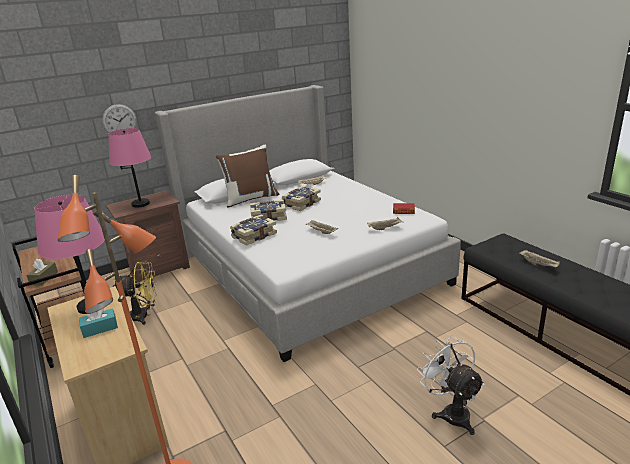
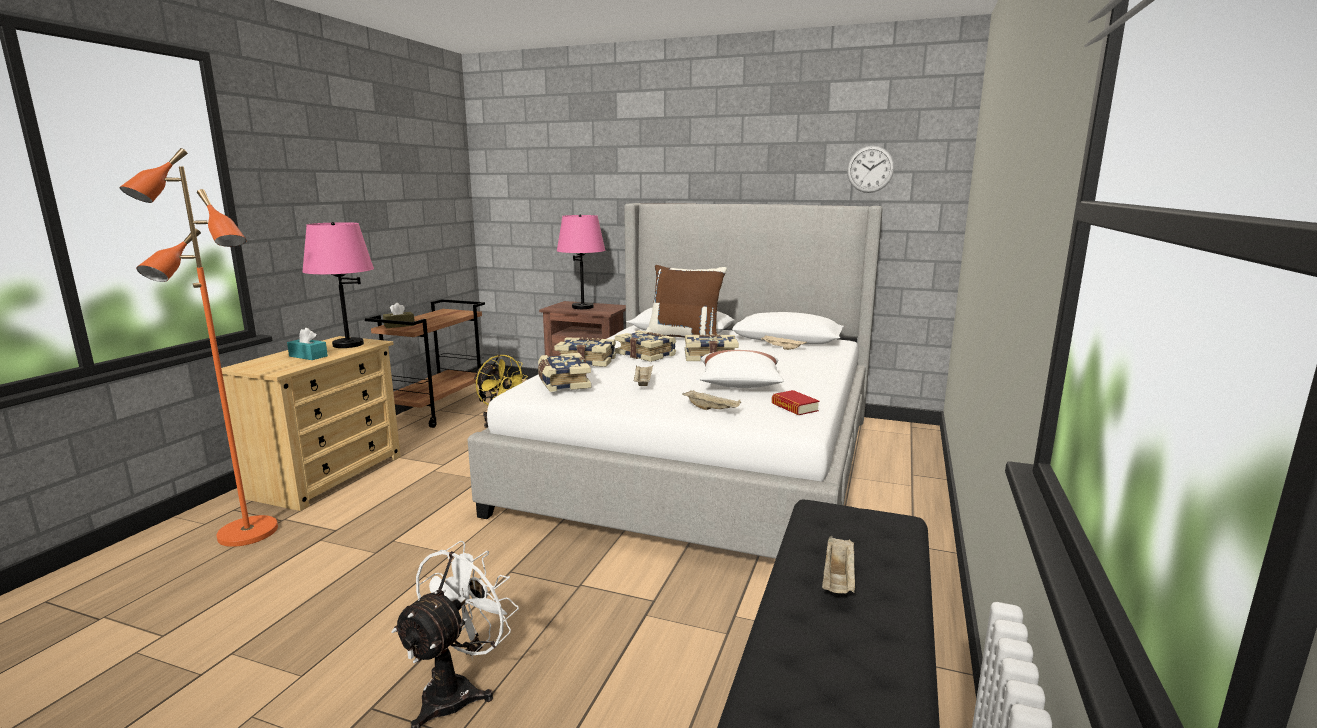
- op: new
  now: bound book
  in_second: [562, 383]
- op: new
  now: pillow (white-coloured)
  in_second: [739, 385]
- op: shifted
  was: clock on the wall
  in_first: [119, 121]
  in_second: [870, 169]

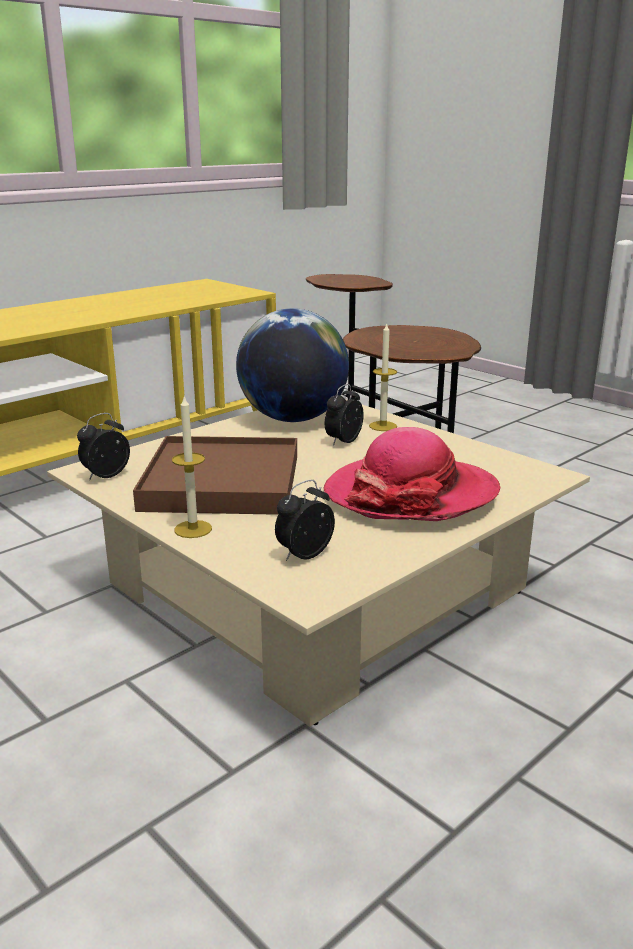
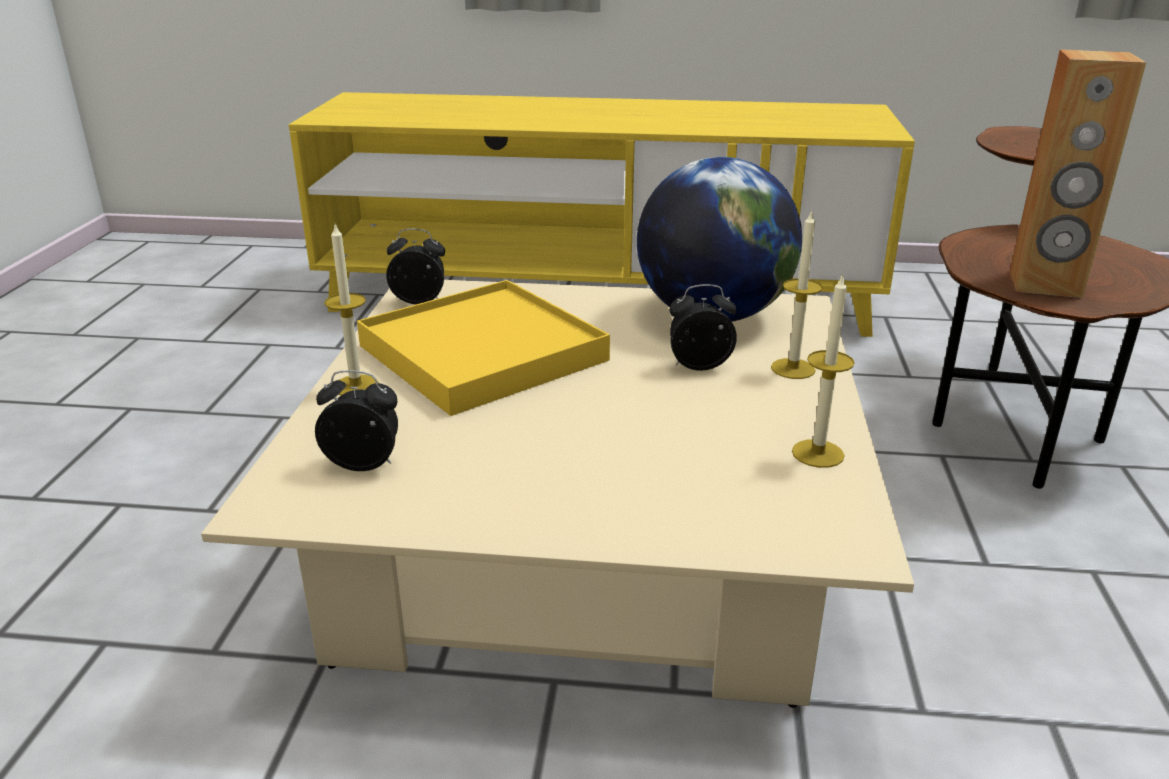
- op: repainted
  was: tray (brown-coloured)
  now: tray (yellowish)
  in_first: [222, 482]
  in_second: [483, 353]
- op: new
  now: wax light
  in_second: [818, 453]
- op: new
  now: speaker (brown-coloured)
  in_second: [1045, 284]
- op: gone
  was: hat
  in_first: [411, 494]

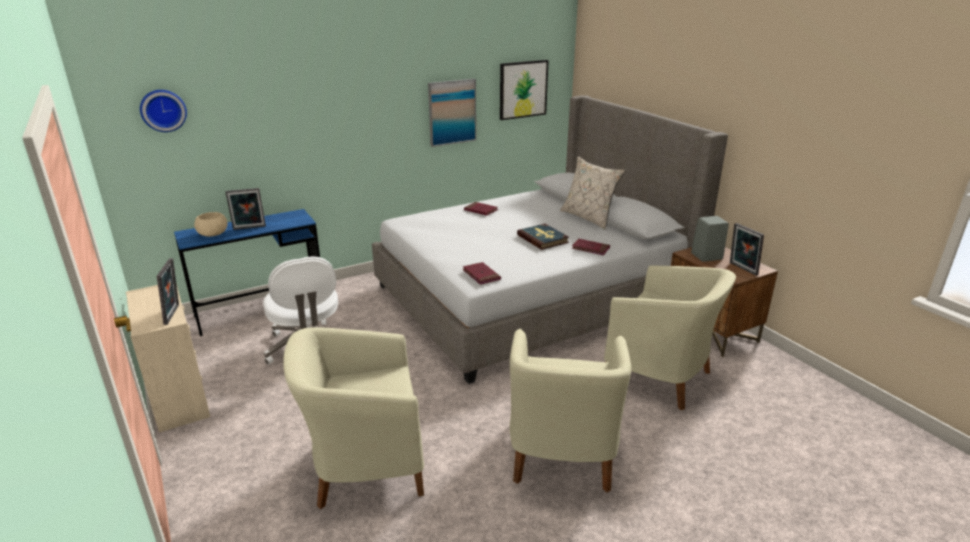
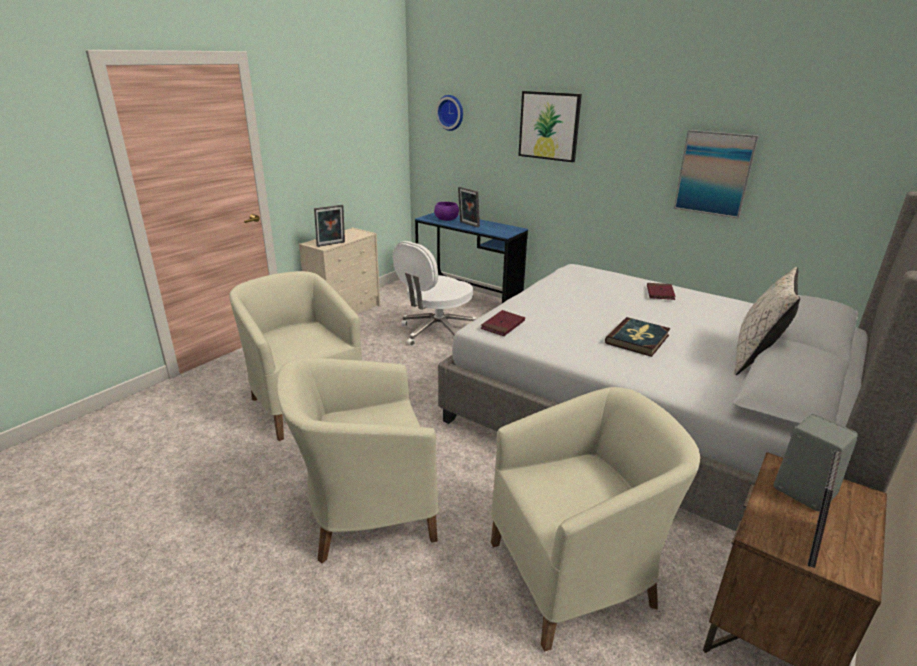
- op: repainted
  was: bowl (beige-coloured)
  now: bowl (purple-coloured)
  in_first: [213, 233]
  in_second: [446, 219]
- op: rotated
  was: easy chair (beige-coloured)
  in_first: [660, 377]
  in_second: [576, 575]
  clockwise: -120
- op: shifted
  was: wall picture
  in_first: [523, 89]
  in_second: [549, 126]
- op: gone
  was: bound book (red)
  in_first: [590, 248]

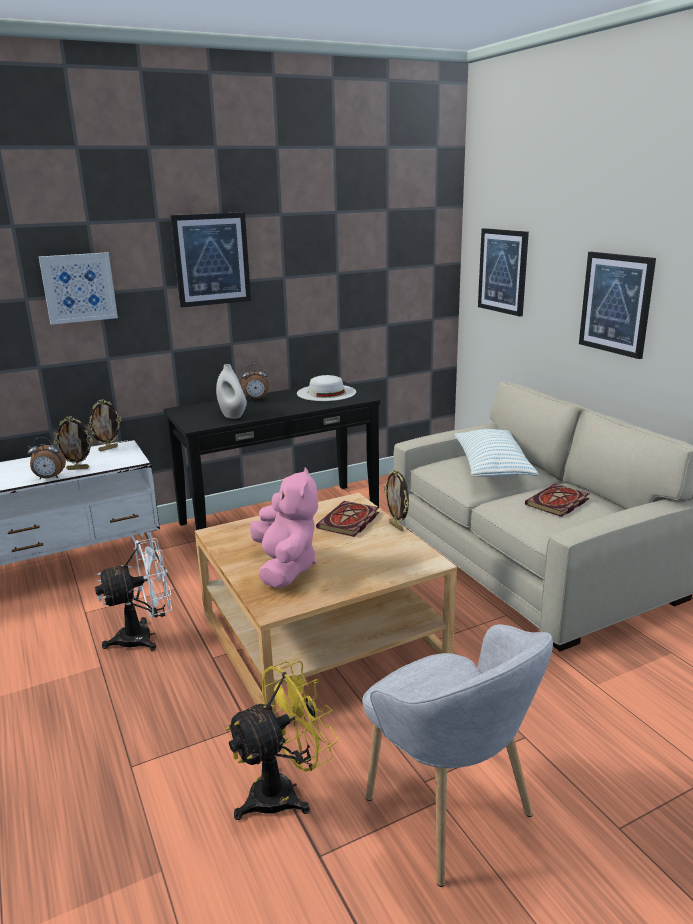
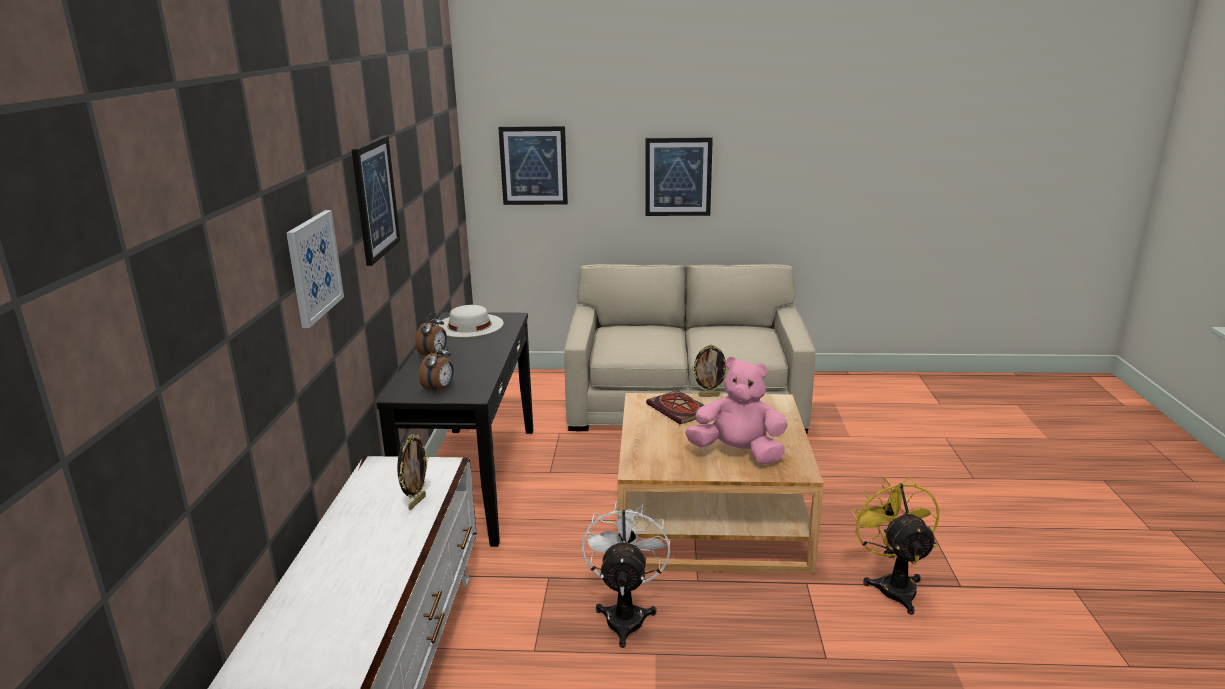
- op: shifted
  was: table clock
  in_first: [49, 478]
  in_second: [439, 389]
- op: gone
  was: photo frame
  in_first: [108, 448]
- op: gone
  was: flower vase (white-coloured)
  in_first: [233, 415]
- op: gone
  was: easy chair (gray)
  in_first: [449, 813]
- op: gone
  was: pillow
  in_first: [492, 468]
- op: gone
  was: bound book
  in_first: [557, 503]

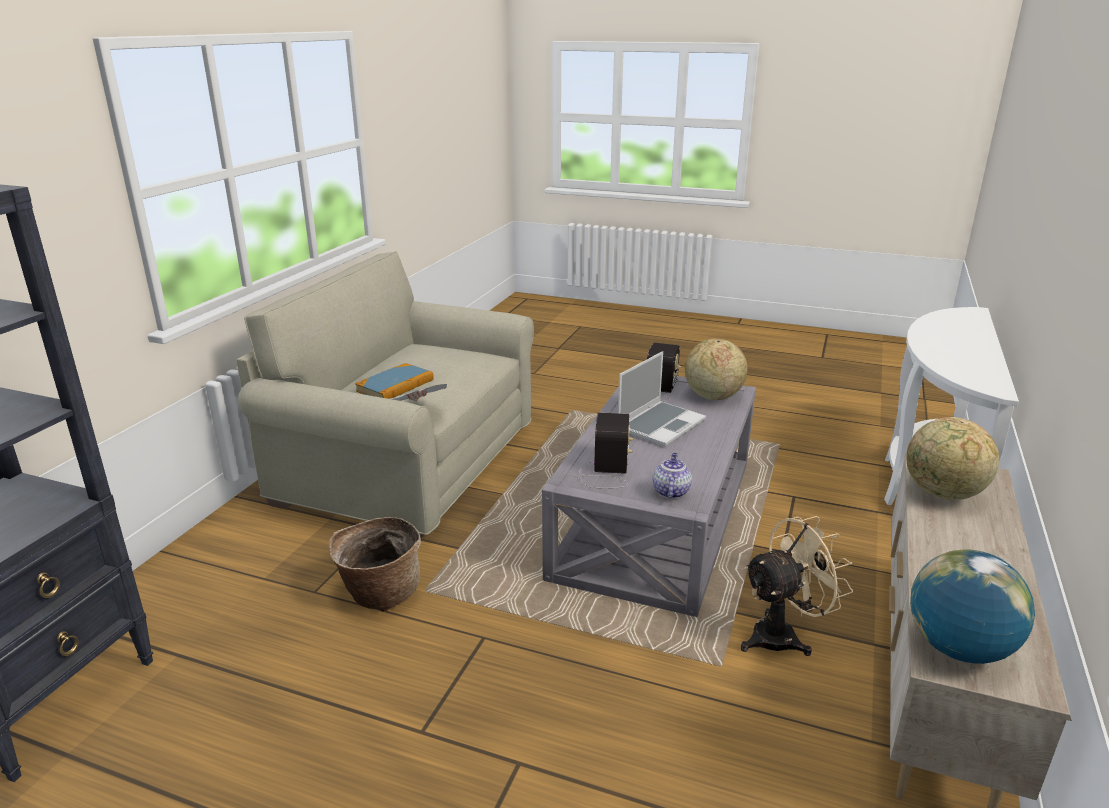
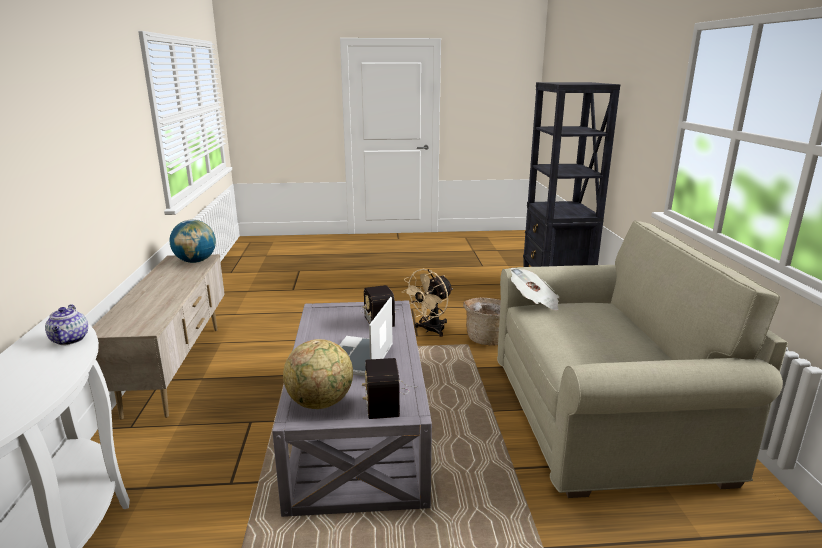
- op: shifted
  was: teapot
  in_first: [670, 491]
  in_second: [70, 340]
- op: shifted
  was: electric fan (beige-coloured)
  in_first: [783, 635]
  in_second: [430, 330]
- op: gone
  was: bound book
  in_first: [395, 385]
- op: gone
  was: globe
  in_first: [943, 494]

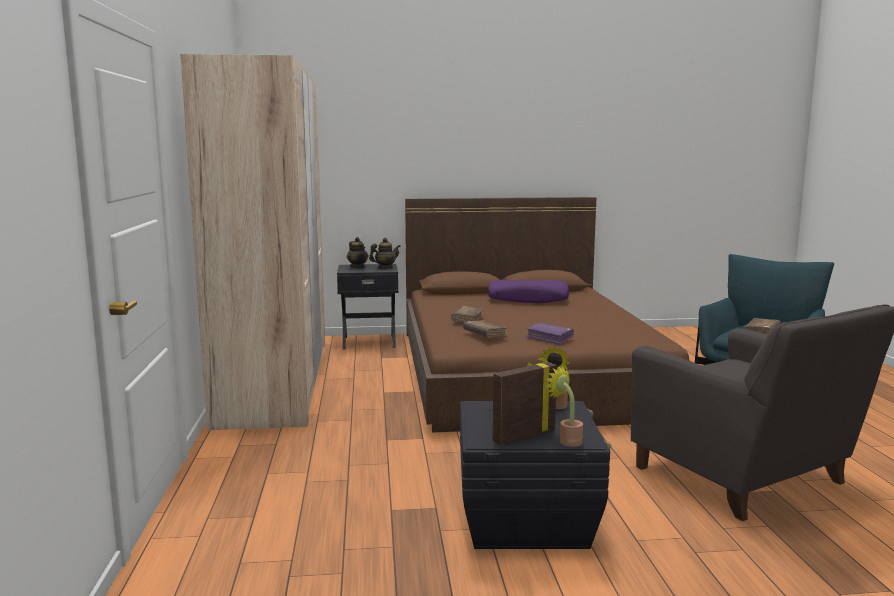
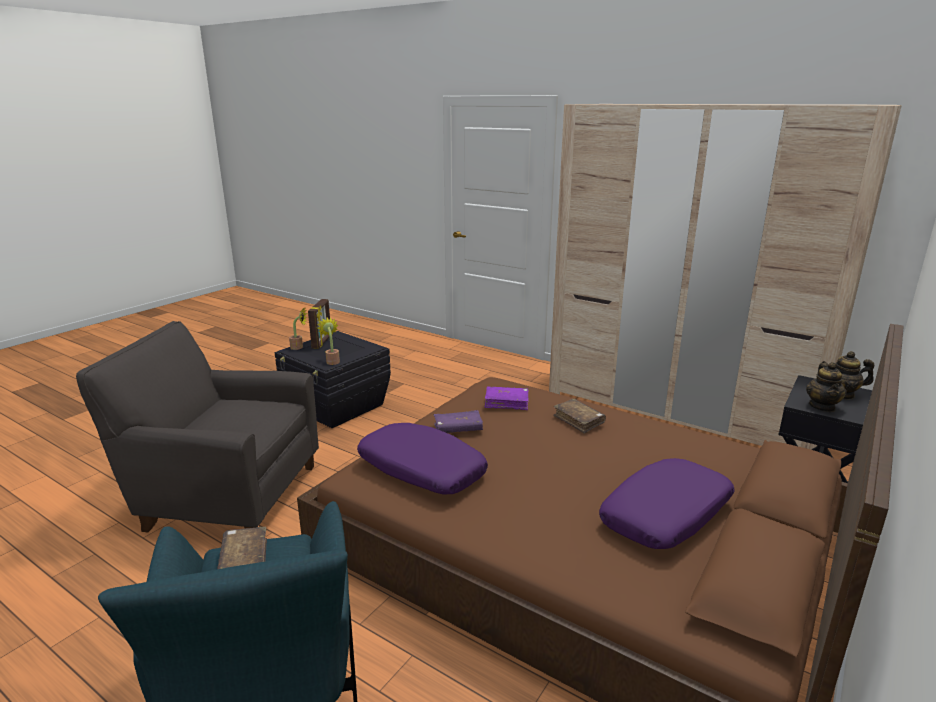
- op: new
  now: pillow (purple-coloured)
  in_second: [420, 470]
- op: repainted
  was: bound book (brown-coloured)
  now: bound book (purple-coloured)
  in_first: [485, 335]
  in_second: [506, 403]

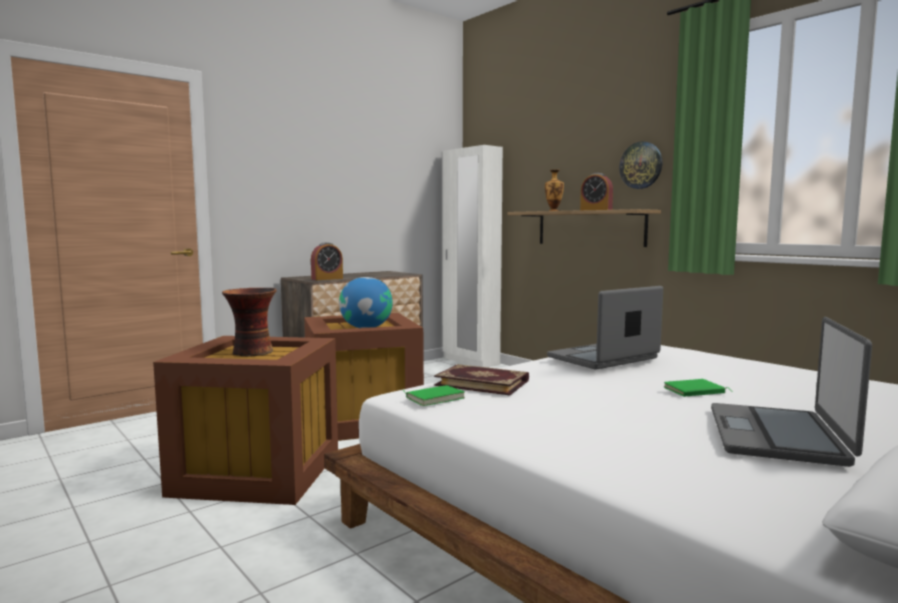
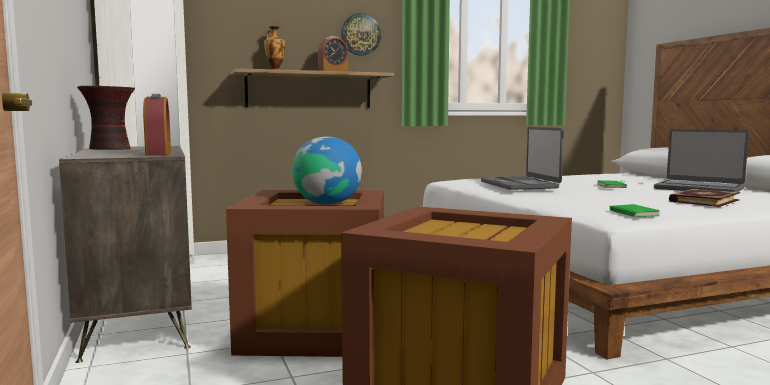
- op: shifted
  was: flower vase
  in_first: [251, 352]
  in_second: [110, 149]
- op: shifted
  was: bound book
  in_first: [482, 383]
  in_second: [703, 201]

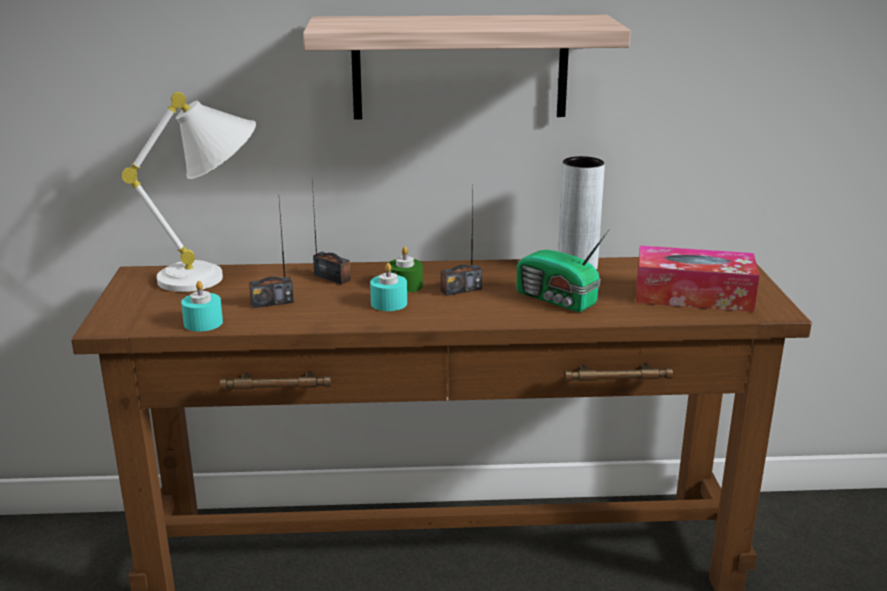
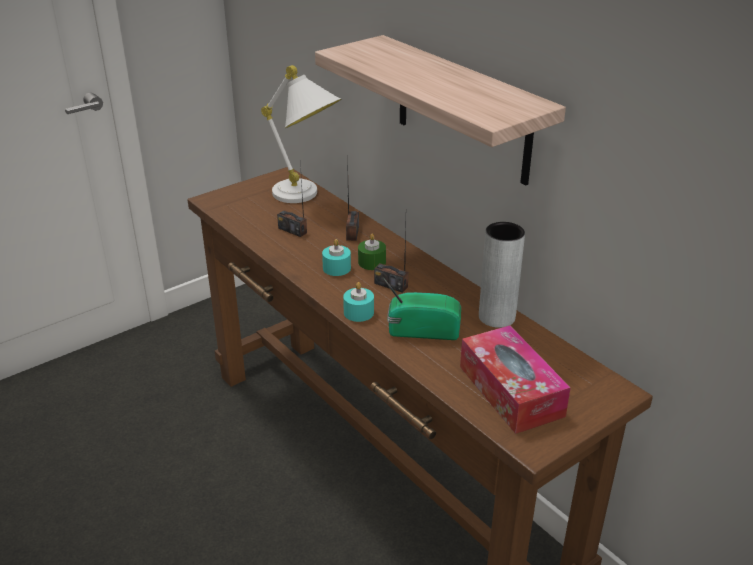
- op: shifted
  was: wax light (turquoise)
  in_first: [203, 323]
  in_second: [358, 312]
- op: rotated
  was: radio receiver
  in_first: [557, 300]
  in_second: [421, 330]
  clockwise: 90

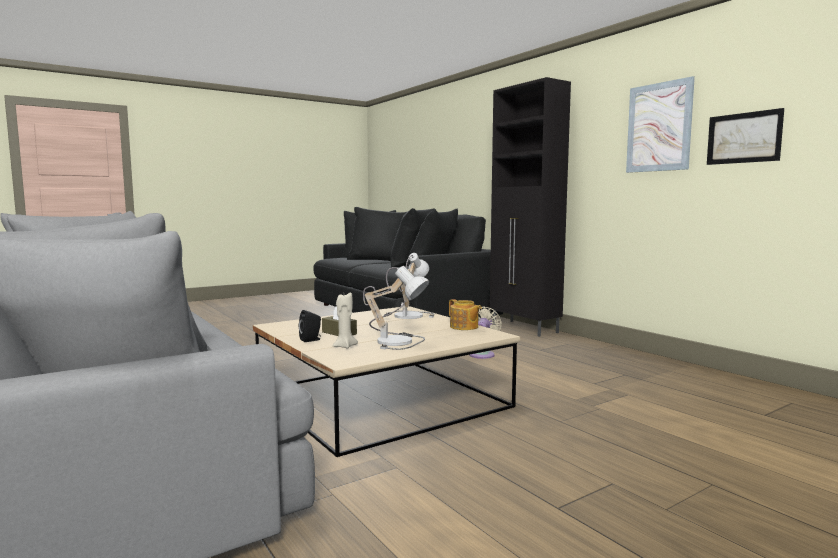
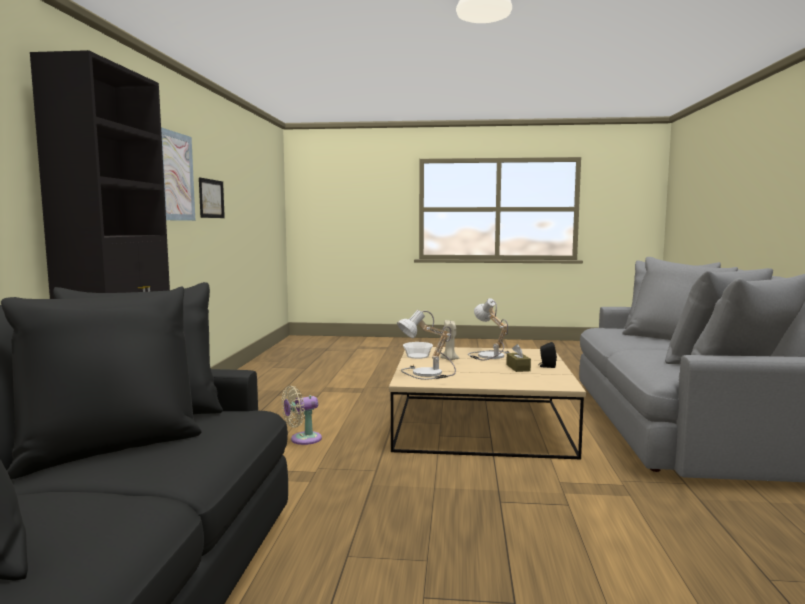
- op: swapped
  was: teapot
  now: bowl
  in_first: [464, 327]
  in_second: [418, 356]
- op: shifted
  was: wax light (beige-coloured)
  in_first: [344, 346]
  in_second: [449, 359]

